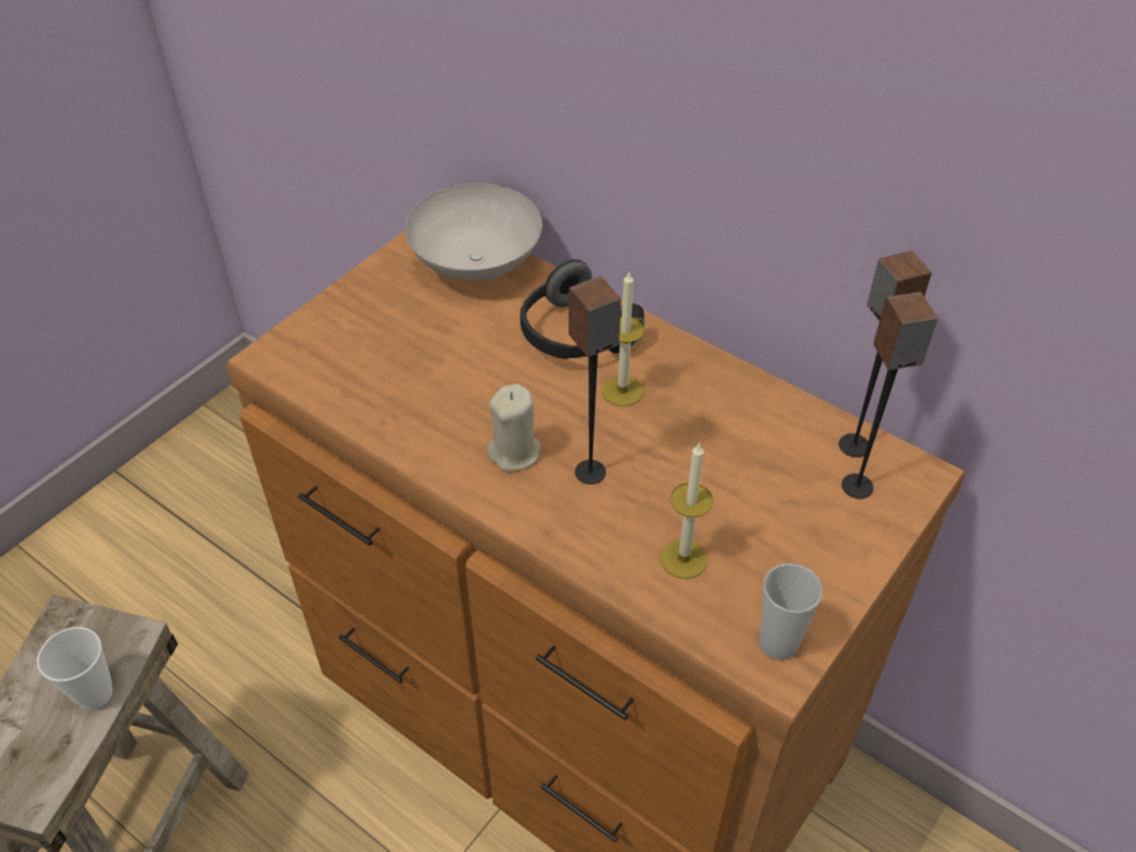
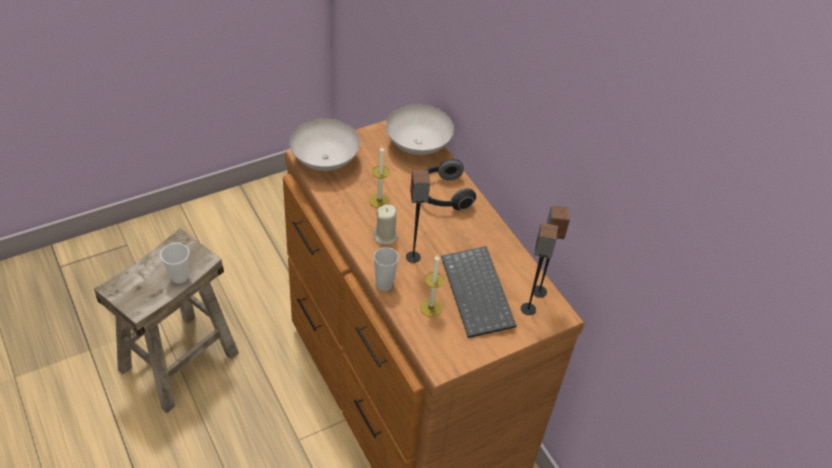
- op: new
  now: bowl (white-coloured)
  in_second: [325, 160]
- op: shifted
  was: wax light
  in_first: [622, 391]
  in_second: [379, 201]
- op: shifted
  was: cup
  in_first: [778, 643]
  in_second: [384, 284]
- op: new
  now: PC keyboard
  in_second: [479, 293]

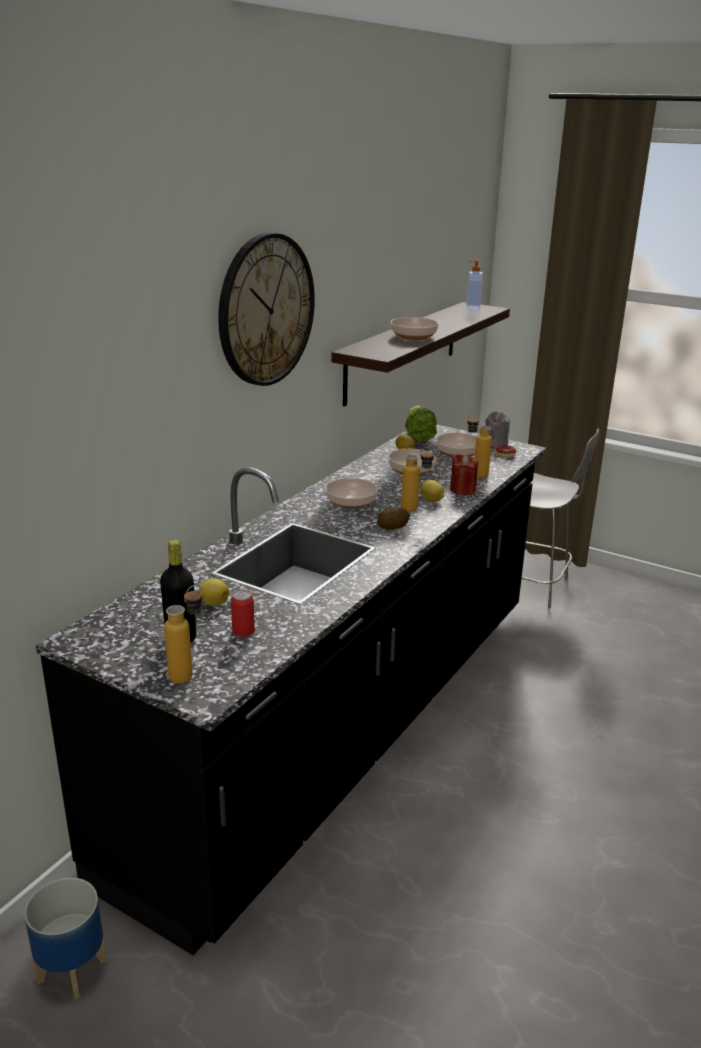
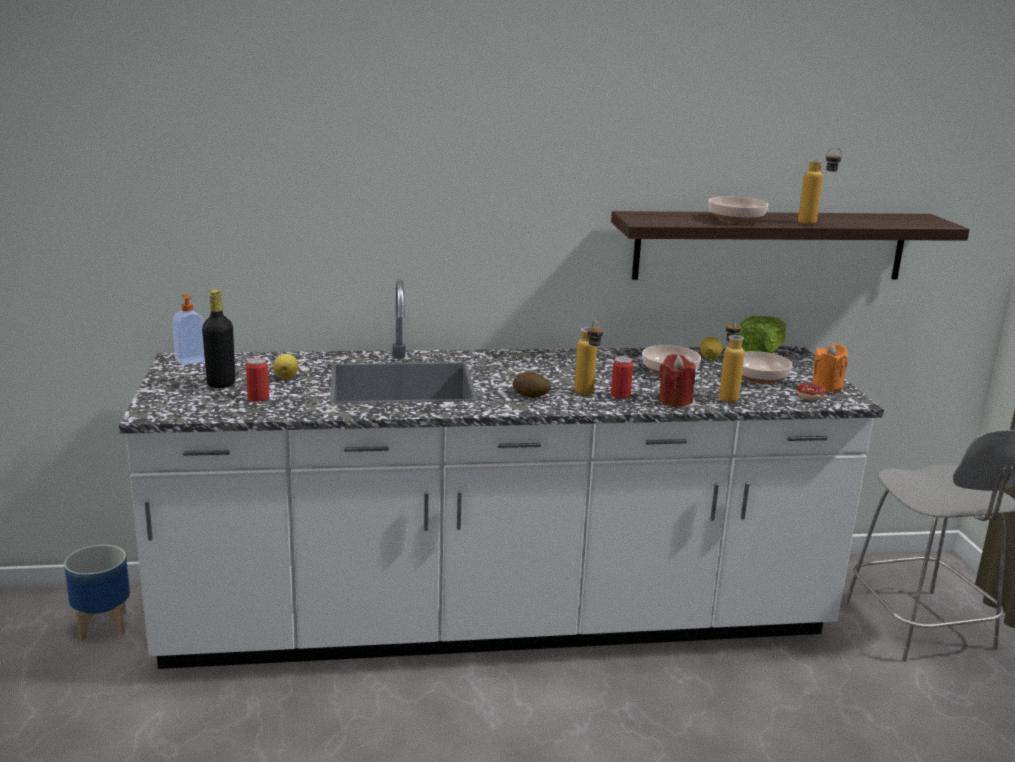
- op: repainted
  was: counter (blackish)
  now: counter (white-coloured)
  in_first: [346, 727]
  in_second: [498, 620]
- op: shifted
  was: soap bottle
  in_first: [472, 308]
  in_second: [191, 360]
- op: swapped
  was: citrus fruit
  now: sealed can
  in_first: [432, 501]
  in_second: [620, 395]
- op: shifted
  was: drink bottle
  in_first: [188, 673]
  in_second: [814, 223]
- op: repainted
  was: wax light (gray)
  now: wax light (orange)
  in_first: [496, 444]
  in_second: [827, 387]
- op: gone
  was: clock on the wall
  in_first: [266, 310]
- op: gone
  was: bowl
  in_first: [351, 502]

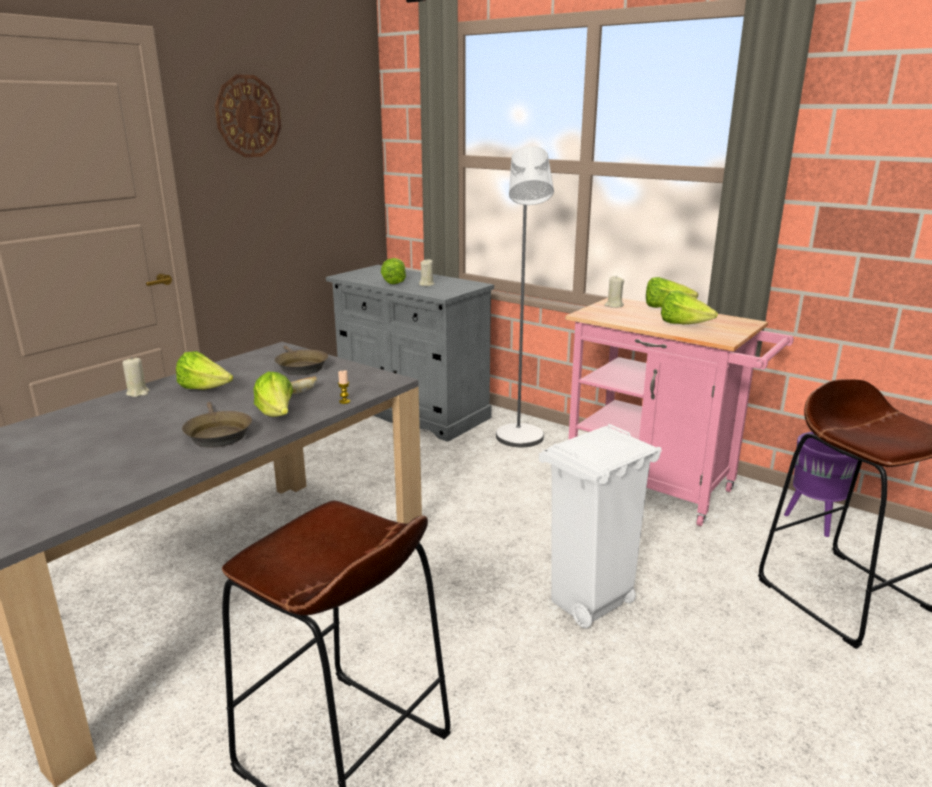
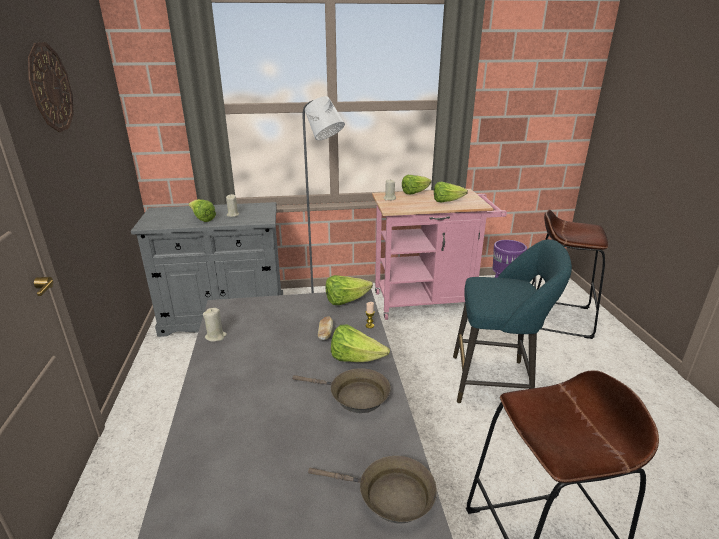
- op: shifted
  was: wax light (beige-coloured)
  in_first: [138, 393]
  in_second: [216, 336]
- op: shifted
  was: skillet (brown-coloured)
  in_first: [300, 367]
  in_second: [389, 496]
- op: shifted
  was: lettuce
  in_first: [205, 389]
  in_second: [346, 301]
- op: swapped
  was: trash can (white-coloured)
  now: sitting stool (turquoise)
  in_first: [589, 604]
  in_second: [496, 382]

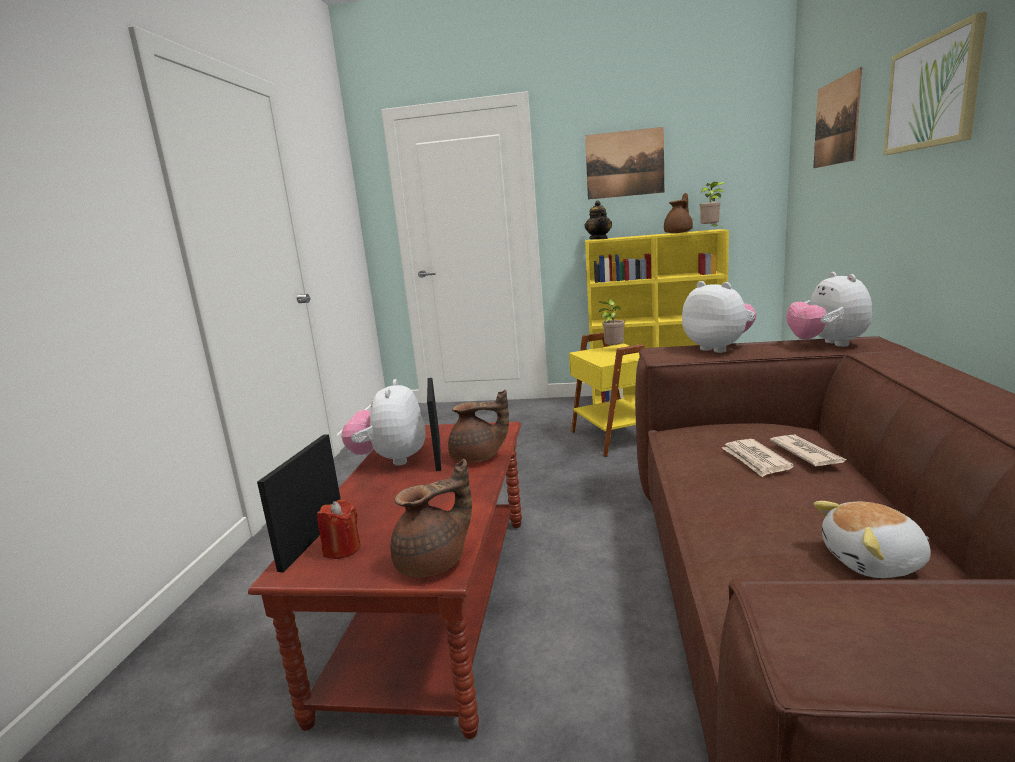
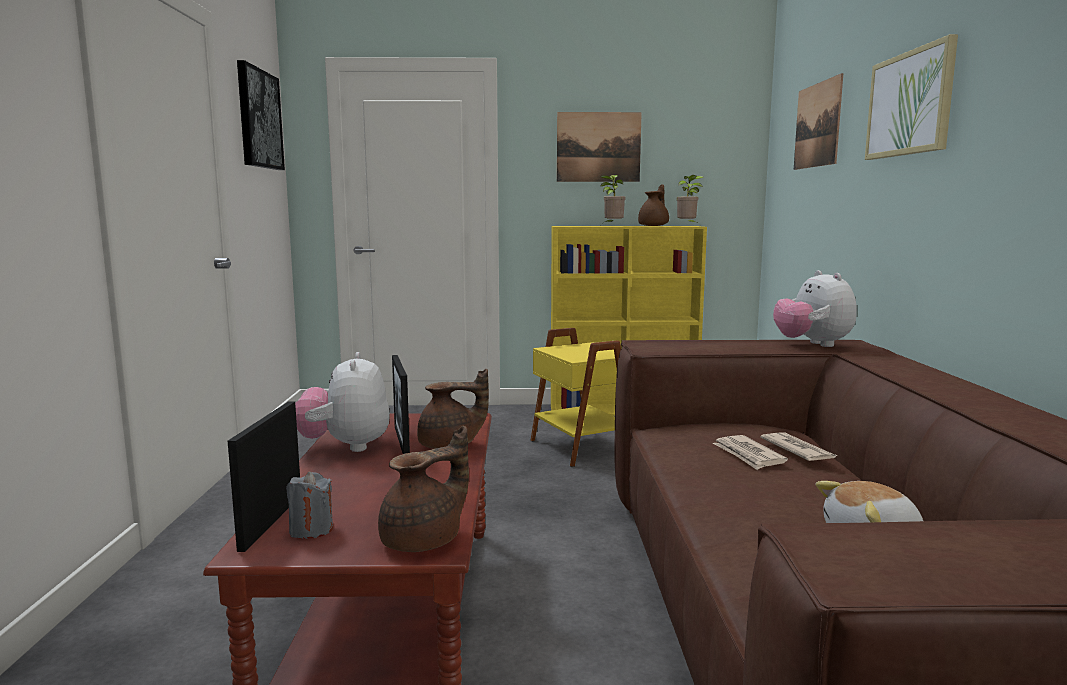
- op: new
  now: wall picture
  in_second: [259, 119]
- op: repainted
  was: wax light (red)
  now: wax light (gray)
  in_first: [342, 549]
  in_second: [311, 530]
- op: shifted
  was: houseplant
  in_first: [613, 350]
  in_second: [612, 226]
- op: gone
  was: teapot
  in_first: [599, 239]
- op: gone
  was: cuddly toy
  in_first: [718, 348]

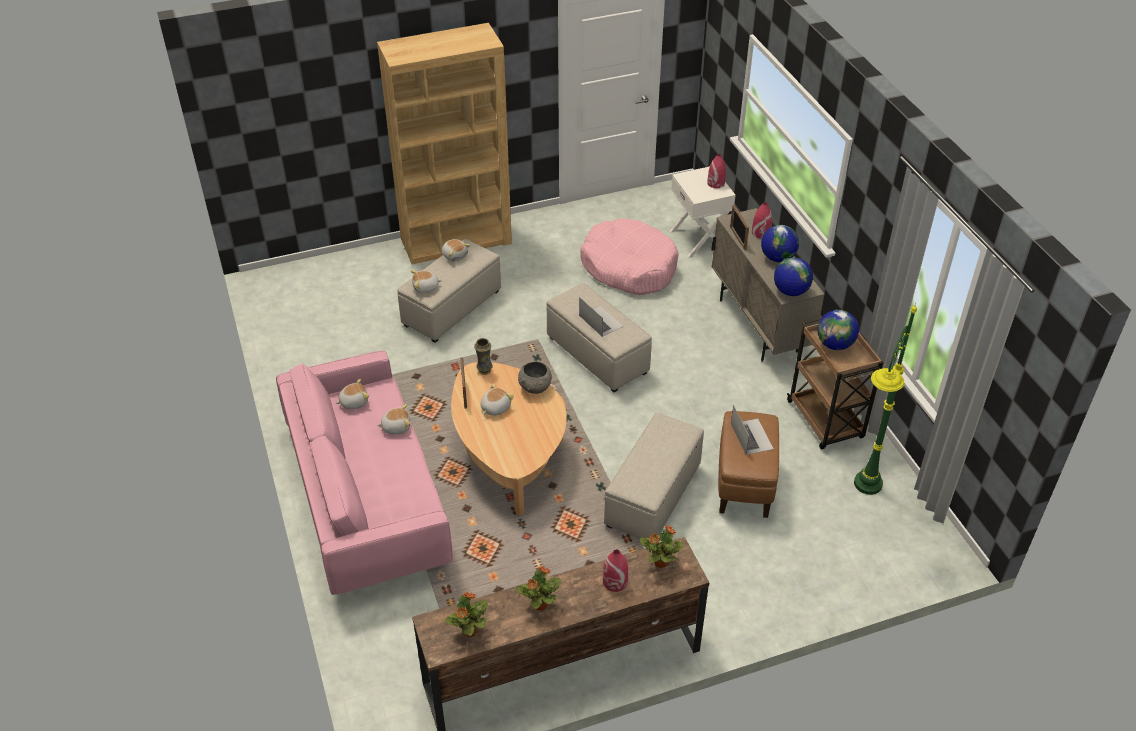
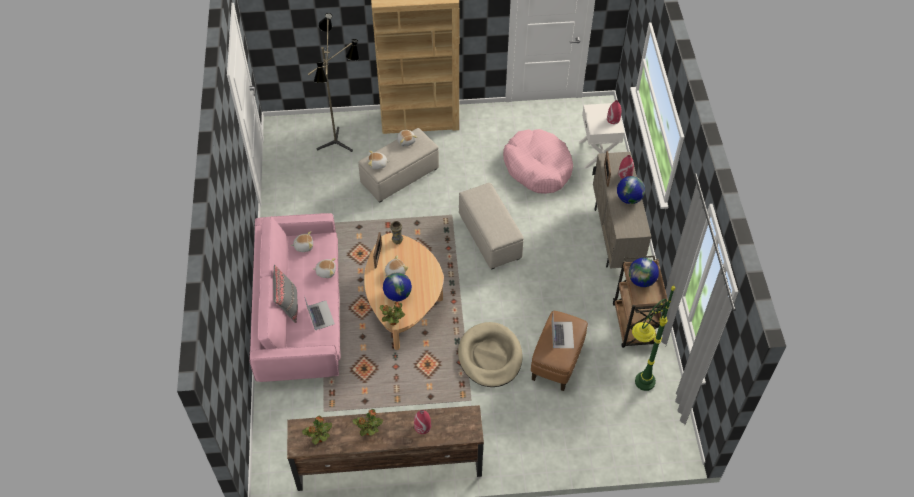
- op: new
  now: pillow (gray)
  in_second: [288, 305]
- op: shifted
  was: portable computer
  in_first: [600, 321]
  in_second: [320, 315]
- op: new
  now: standing lamp
  in_second: [340, 143]
- op: shifted
  was: houseplant
  in_first: [660, 562]
  in_second: [392, 321]
- op: shifted
  was: globe
  in_first: [790, 291]
  in_second: [397, 294]
- op: swapped
  was: pouffe (beige-coloured)
  now: dog bed (beige-coloured)
  in_first: [652, 496]
  in_second: [490, 356]
- op: gone
  was: bowl (gray)
  in_first: [535, 388]

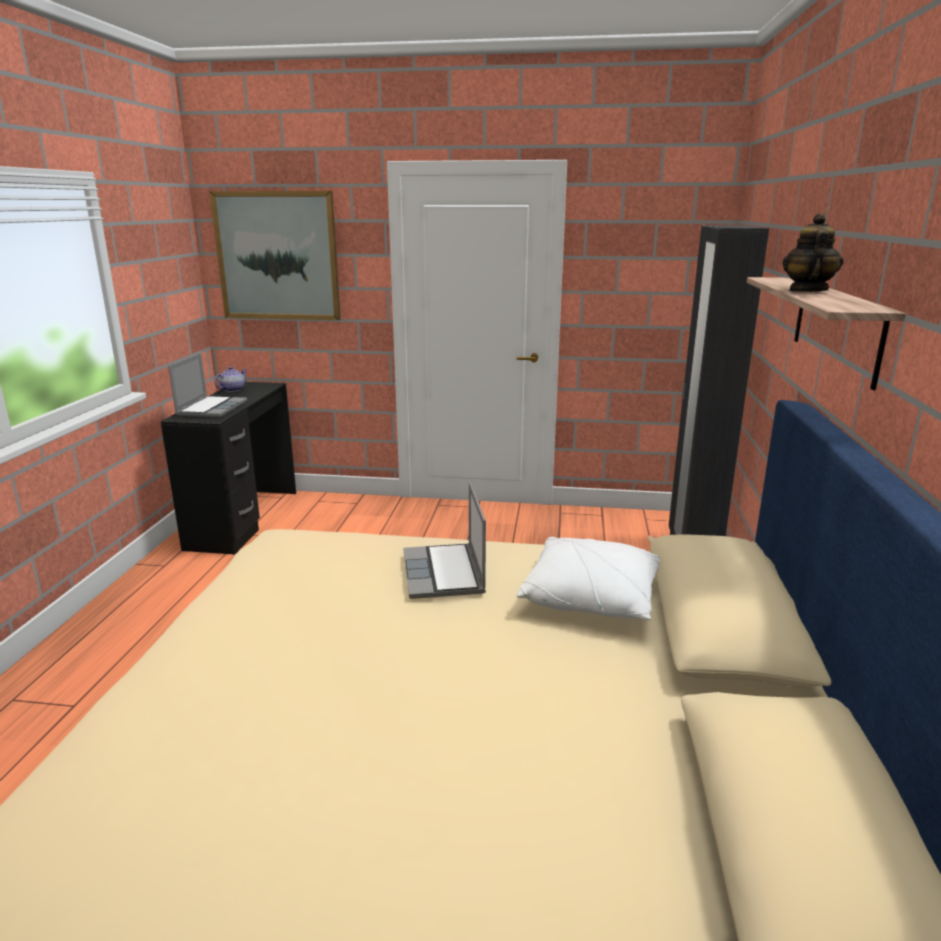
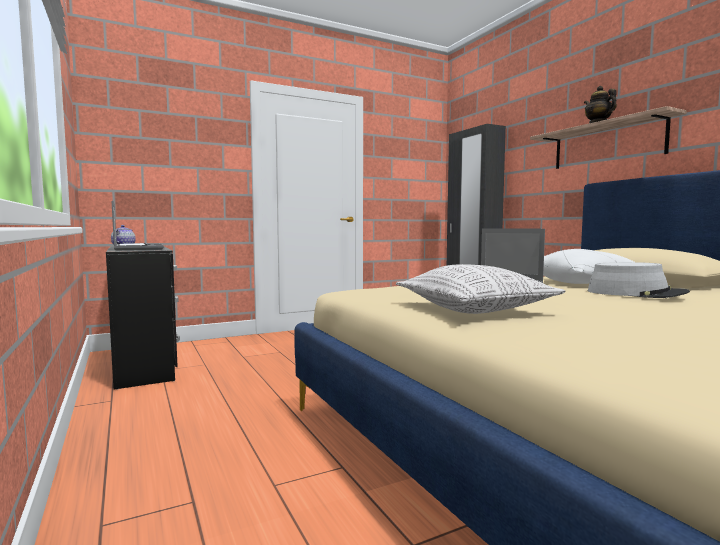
- op: new
  now: pillow
  in_second: [475, 309]
- op: new
  now: hat (gray)
  in_second: [635, 293]
- op: gone
  was: wall picture
  in_first: [277, 256]

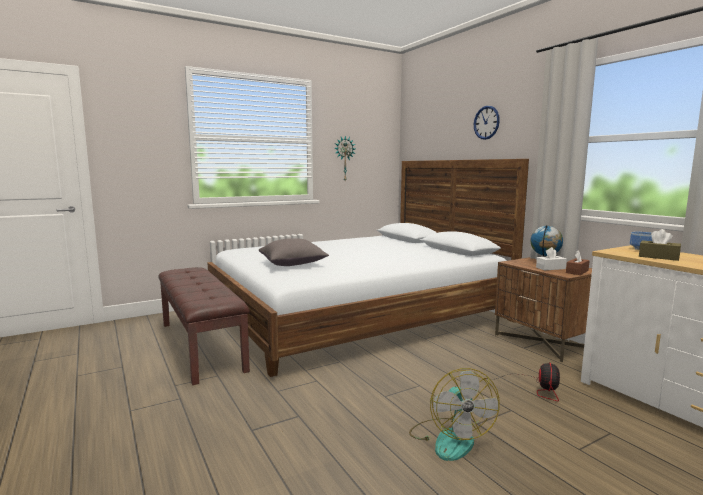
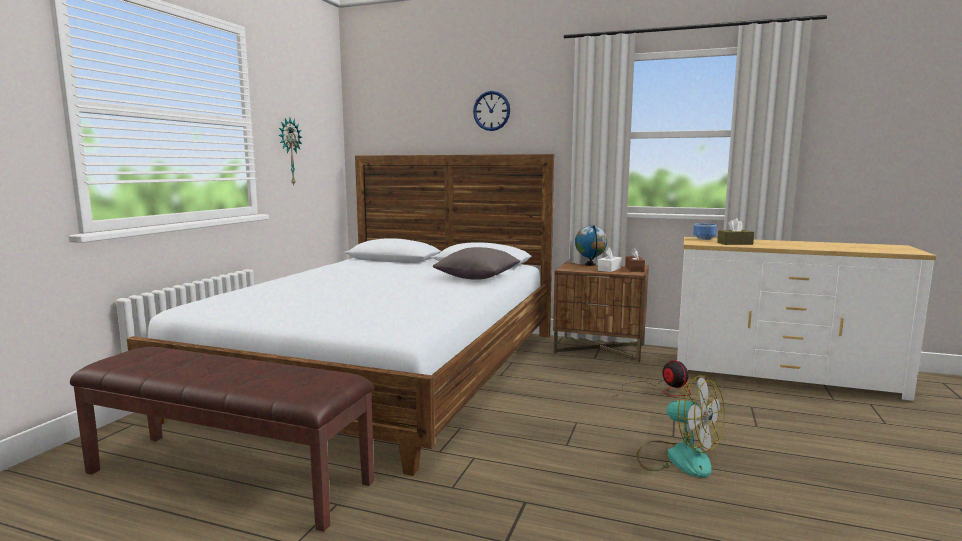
- op: shifted
  was: pillow (gray)
  in_first: [292, 264]
  in_second: [478, 277]

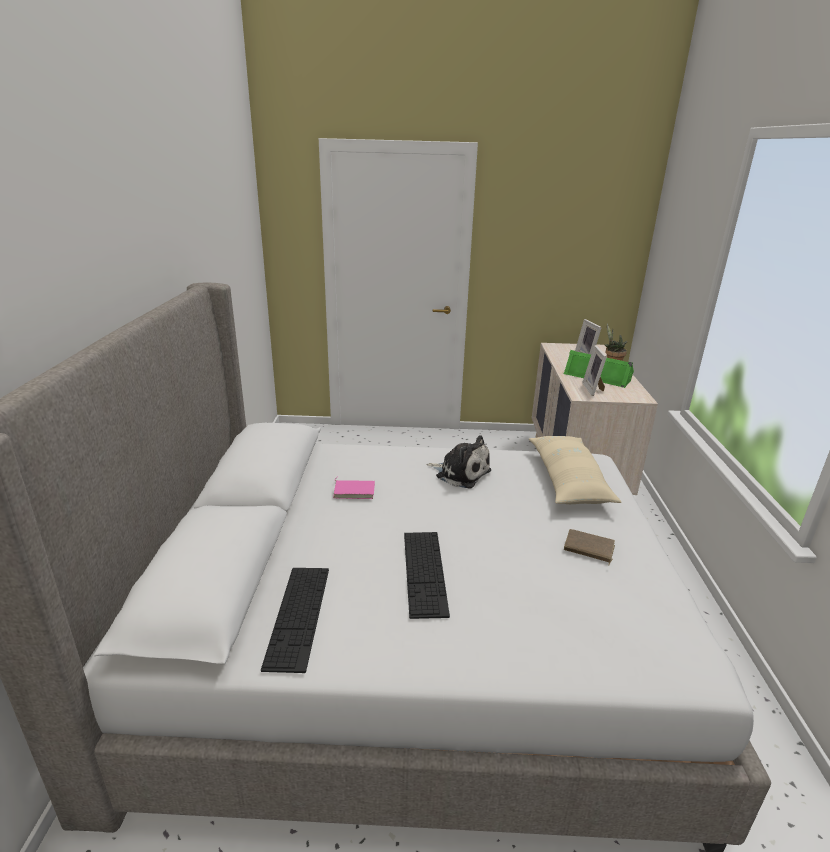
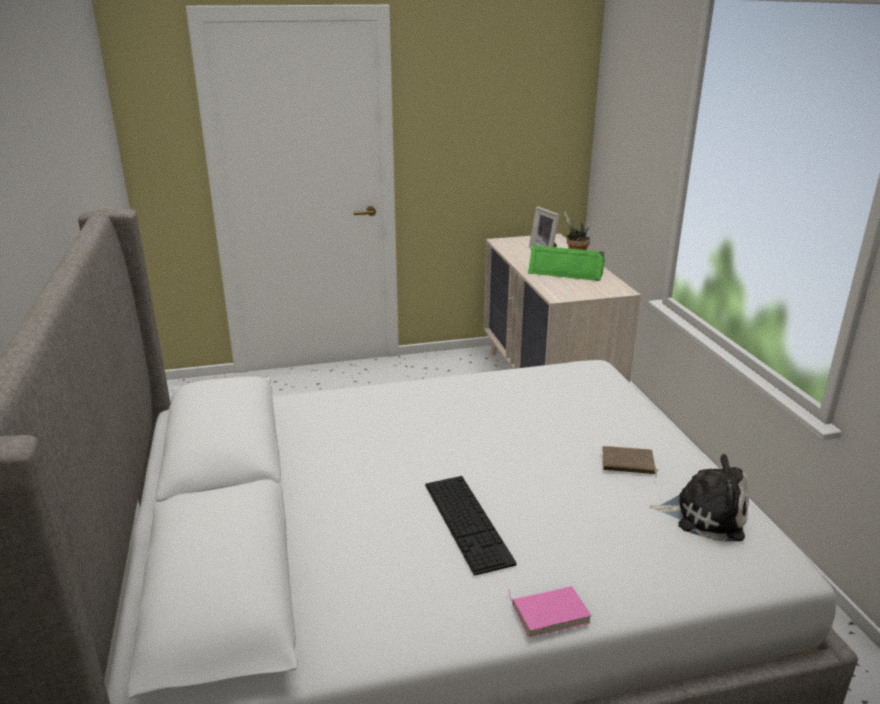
- op: shifted
  was: bound book (pink)
  in_first: [354, 491]
  in_second: [549, 612]
- op: shifted
  was: cuddly toy
  in_first: [460, 473]
  in_second: [704, 515]
- op: gone
  was: PC keyboard
  in_first: [298, 615]
- op: gone
  was: pillow (beige-coloured)
  in_first: [568, 480]
- op: gone
  was: photo frame
  in_first: [594, 389]

